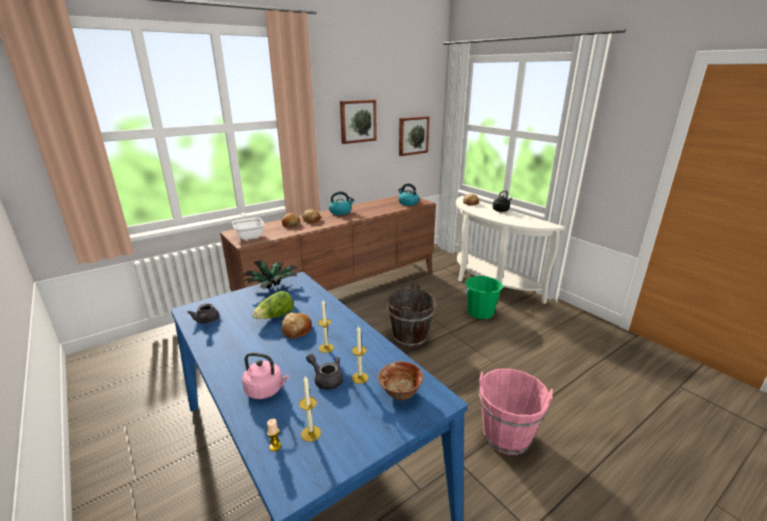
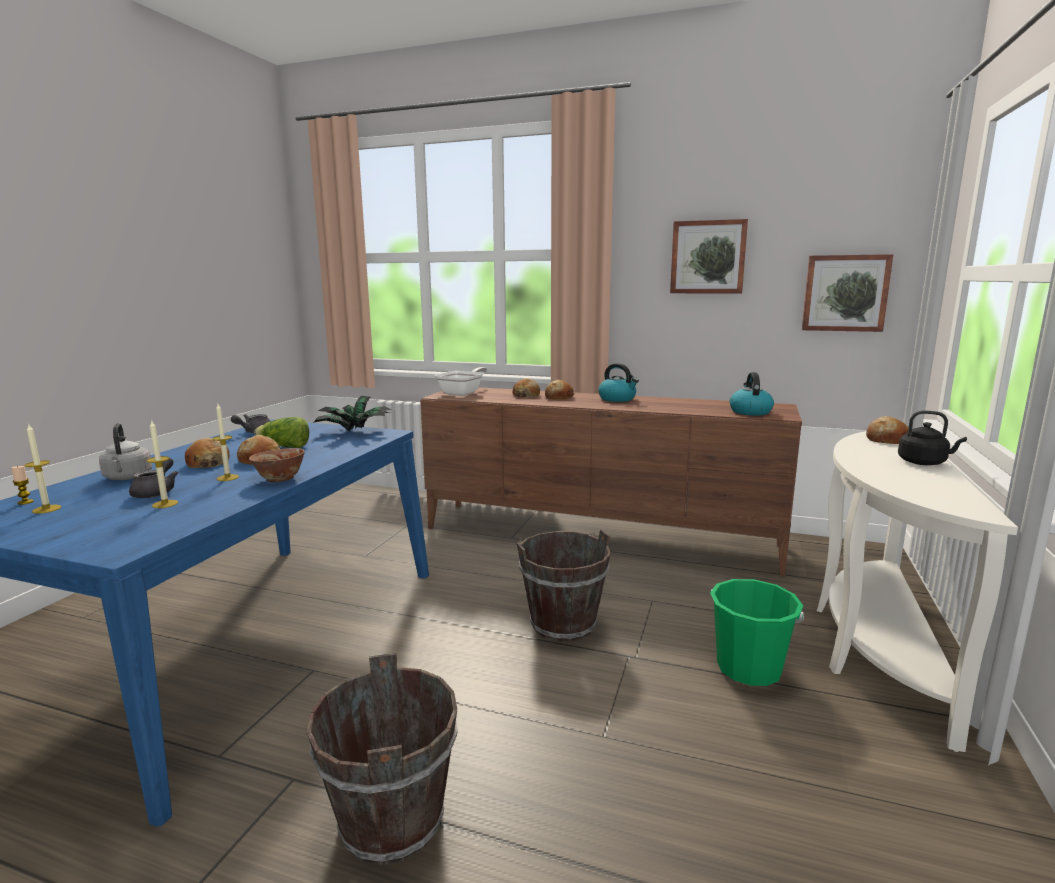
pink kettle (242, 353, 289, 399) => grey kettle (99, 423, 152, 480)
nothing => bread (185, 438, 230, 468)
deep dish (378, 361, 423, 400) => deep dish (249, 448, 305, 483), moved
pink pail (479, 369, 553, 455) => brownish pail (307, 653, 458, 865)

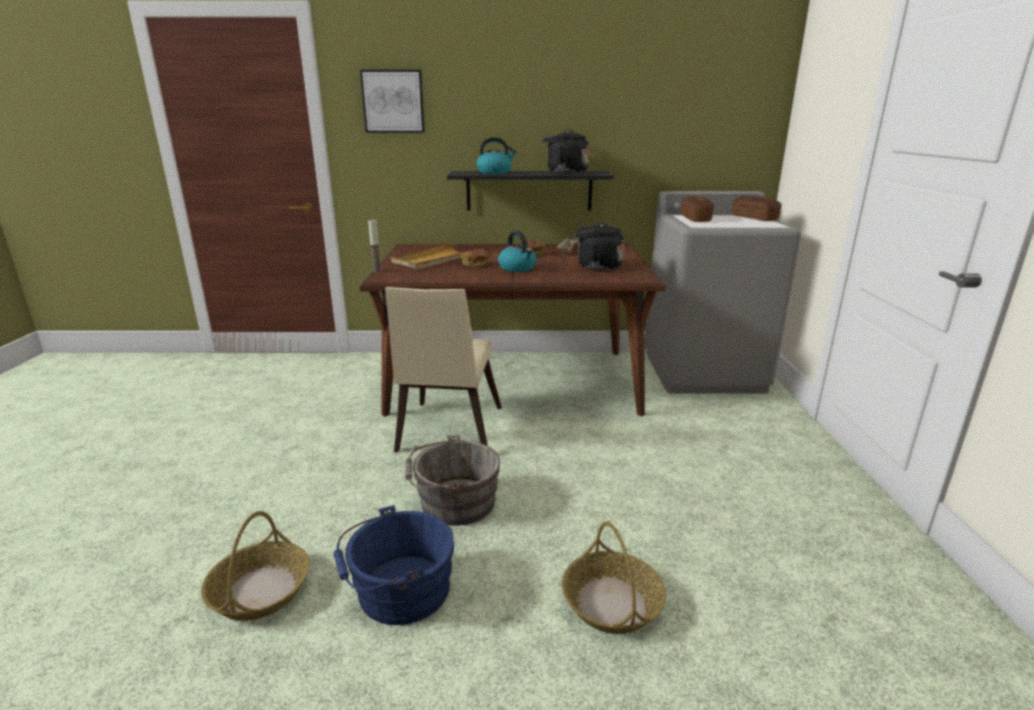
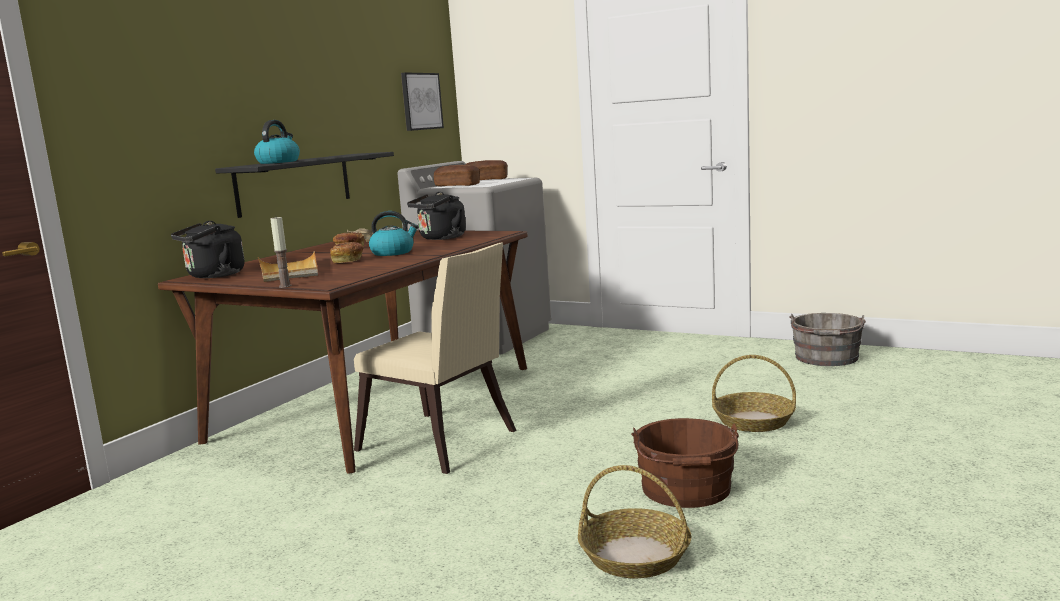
blackish kettle (541, 130, 589, 174) => blackish kettle (171, 221, 245, 278), moved
picture (360, 70, 425, 133) => picture (401, 73, 444, 131), moved
blue-coloured pail (334, 505, 454, 625) => brownish pail (631, 418, 739, 508)
grey pail (405, 434, 500, 526) => grey pail (789, 313, 866, 366), moved

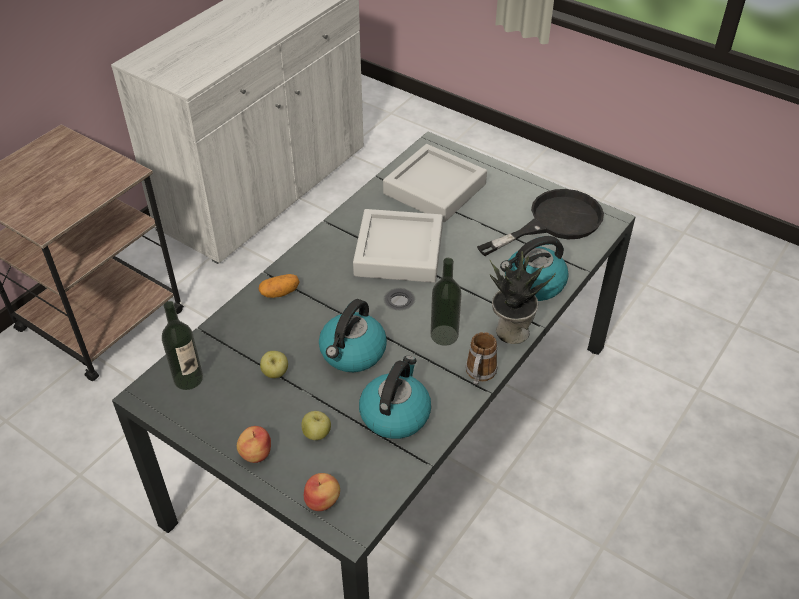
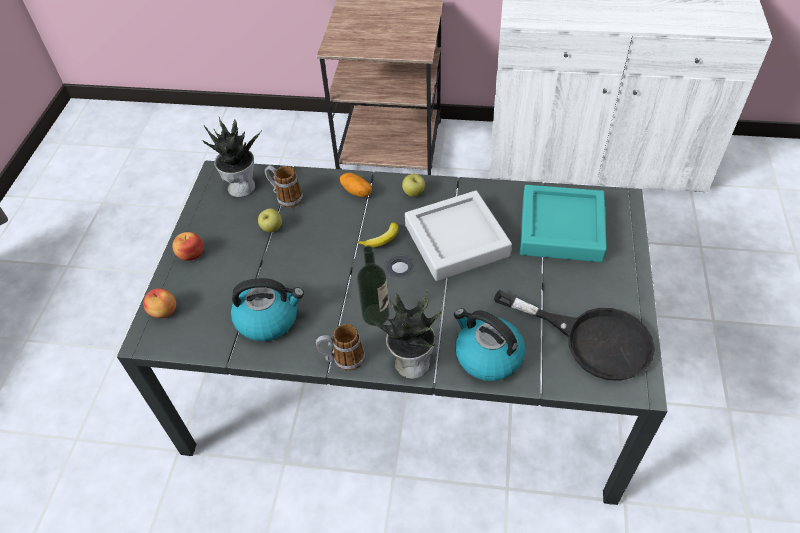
bottle (162, 301, 203, 390) => houseplant (202, 117, 262, 197)
nothing => tea mug (265, 166, 303, 208)
nothing => banana fruit (357, 222, 399, 247)
apple fruit (301, 411, 331, 440) => apple fruit (402, 174, 425, 197), moved
grey serving tray (383, 144, 487, 222) => turquoise-coloured serving tray (520, 185, 607, 262)
kettle (319, 299, 387, 372) => nothing

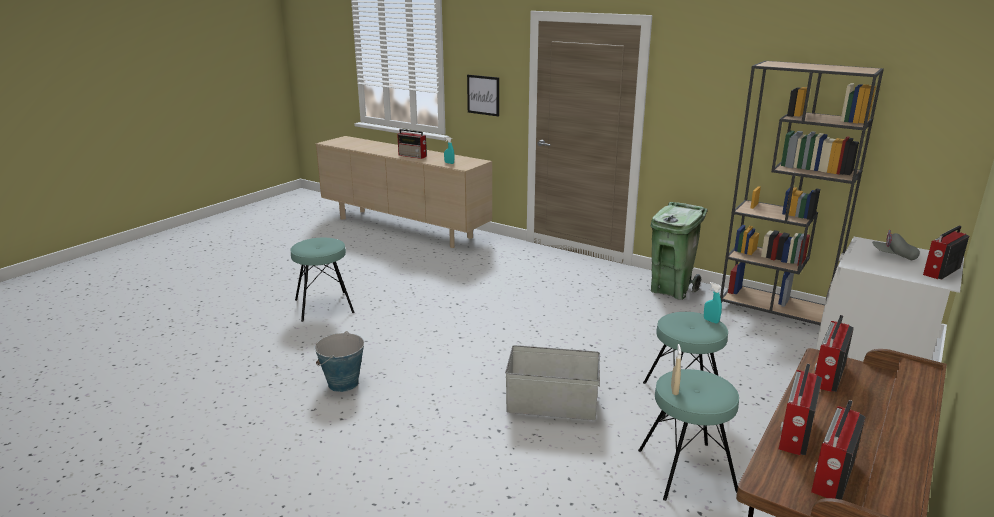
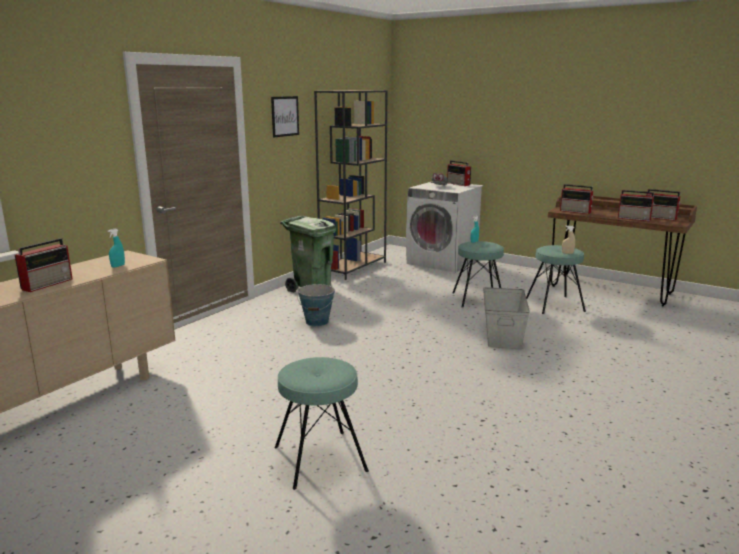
picture (467, 75, 499, 116) => picture (271, 96, 299, 137), moved
pail (315, 331, 364, 392) => pail (297, 284, 335, 326), moved

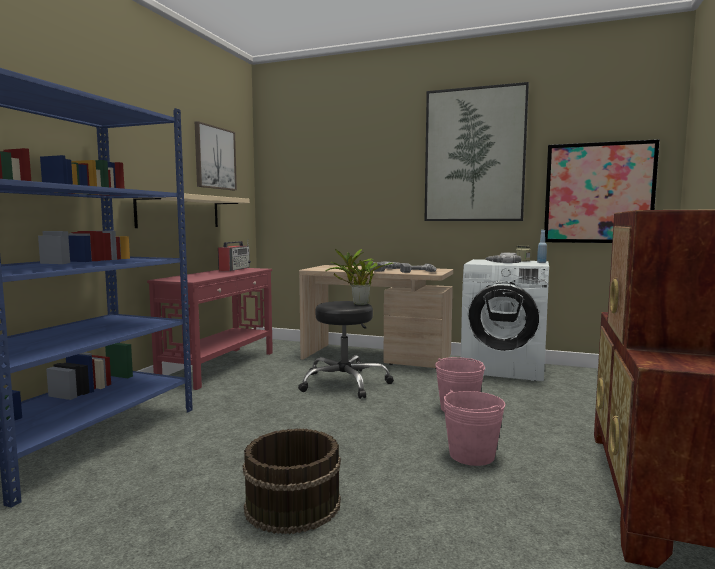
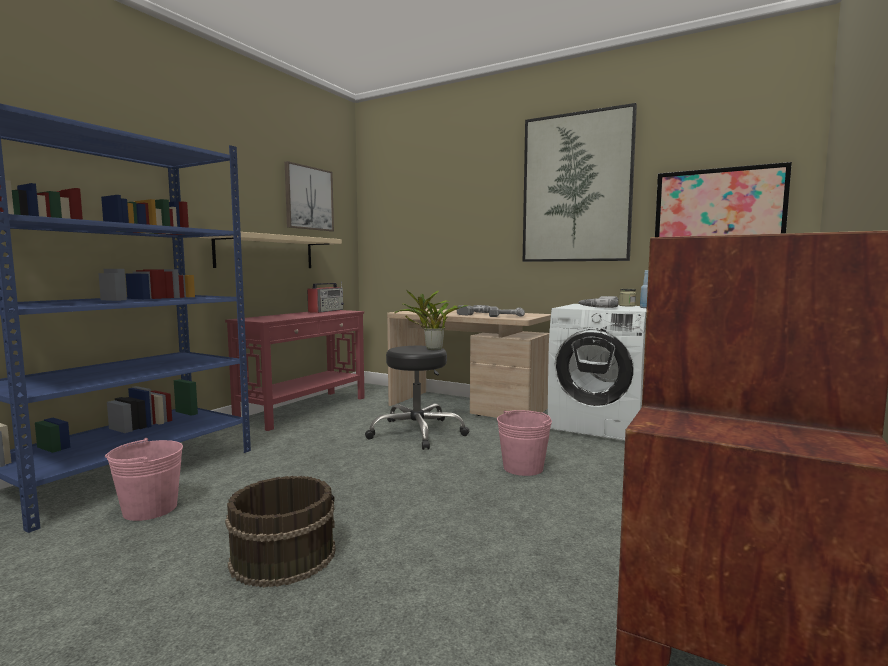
pink pail (443, 390, 505, 466) => pink pail (105, 438, 183, 521), moved

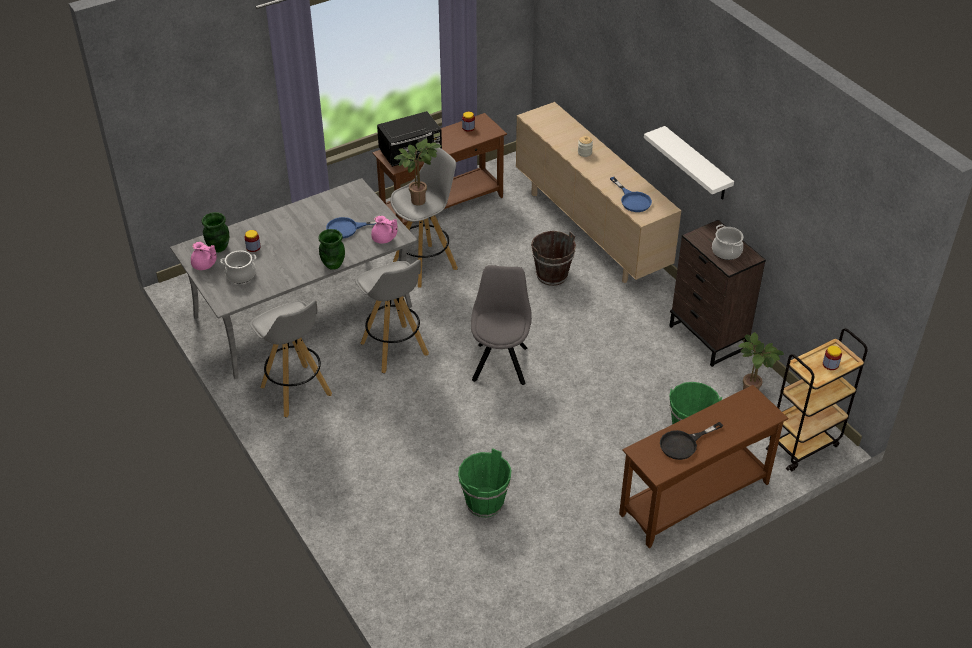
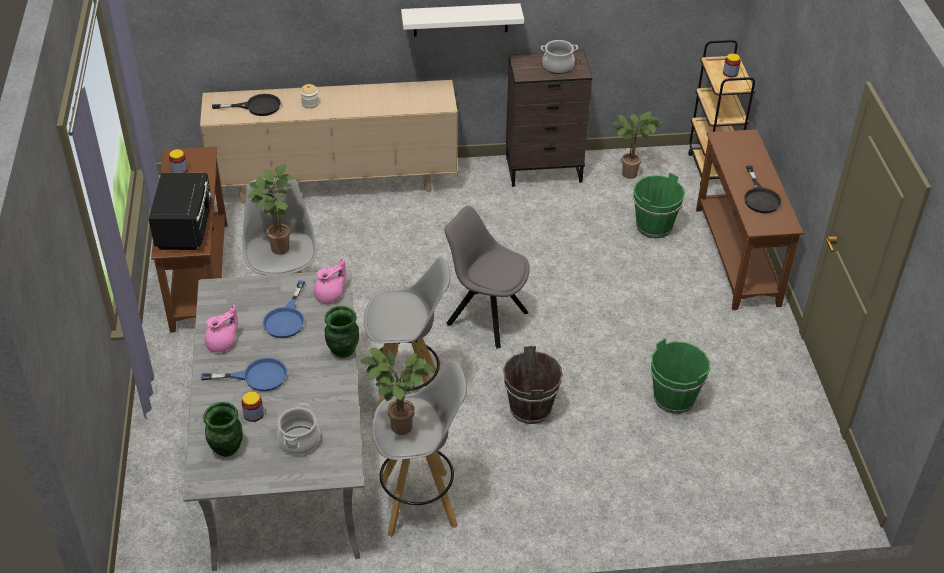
blue-coloured skillet (610, 177, 652, 212) => blue-coloured skillet (201, 358, 287, 391), moved
pink teapot (191, 242, 217, 270) => pink teapot (204, 305, 238, 352), moved
nothing => blackish skillet (212, 94, 281, 116)
nothing => houseplant (361, 348, 434, 435)
brownish pail (531, 231, 576, 286) => brownish pail (503, 346, 563, 424), moved

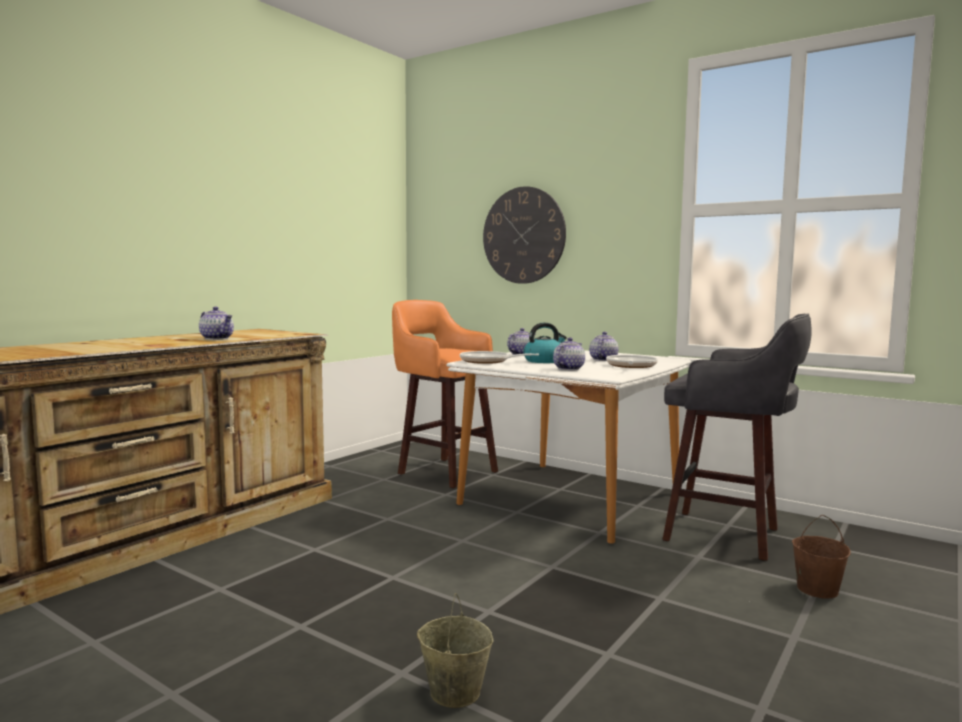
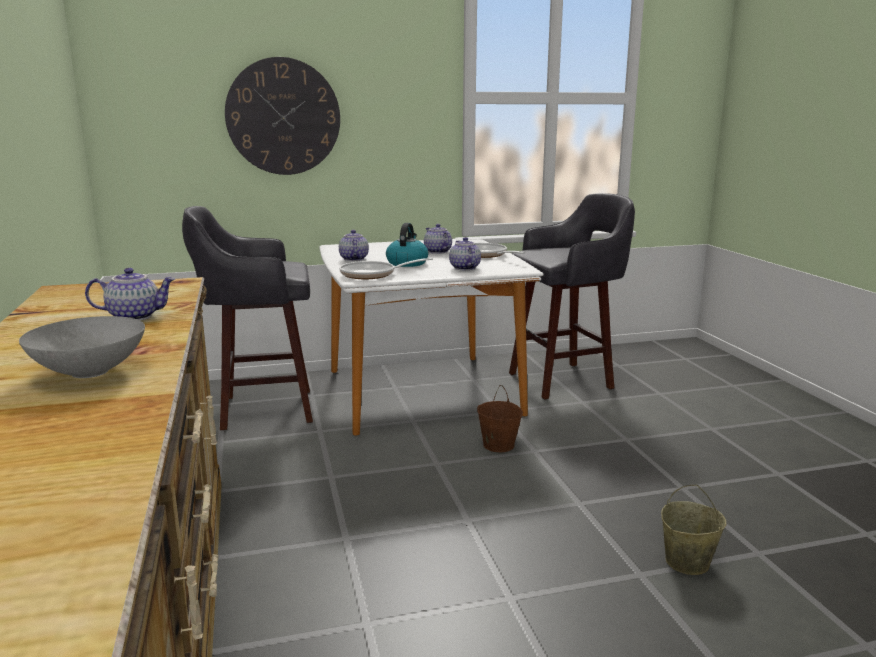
nothing => grey deep dish (19, 316, 145, 378)
orangey stool (392, 300, 498, 488) => grey stool (182, 206, 313, 430)
brownish pail (792, 515, 851, 599) => brownish pail (477, 385, 523, 452), moved

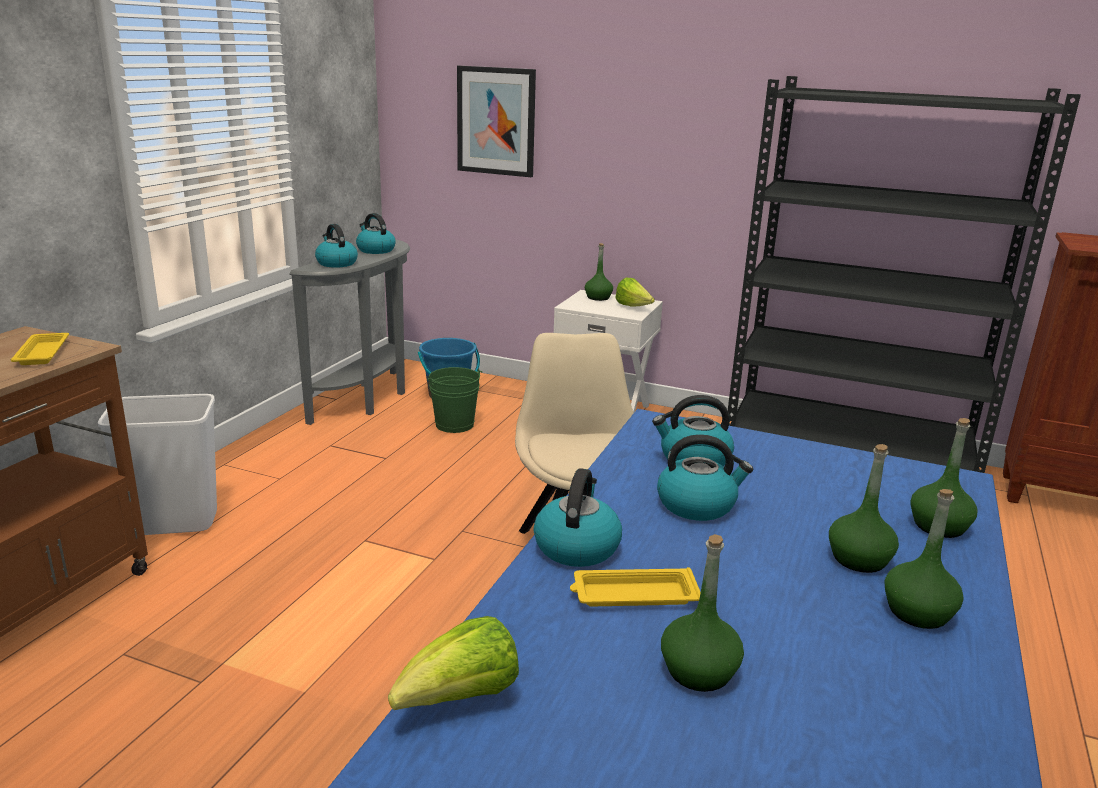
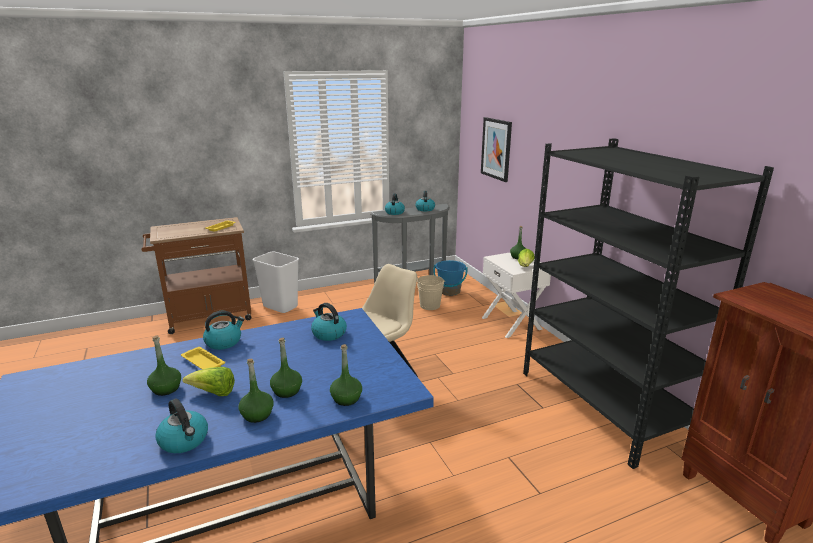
kettle (657, 435, 753, 521) => kettle (155, 399, 208, 453), moved
lettuce (388, 616, 519, 710) => lettuce (183, 367, 235, 396), moved
greenish pail (427, 367, 482, 433) => beige pail (417, 275, 445, 310)

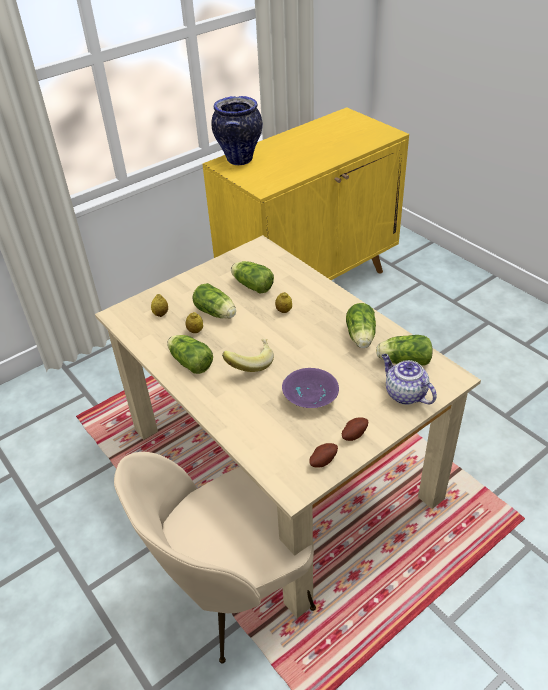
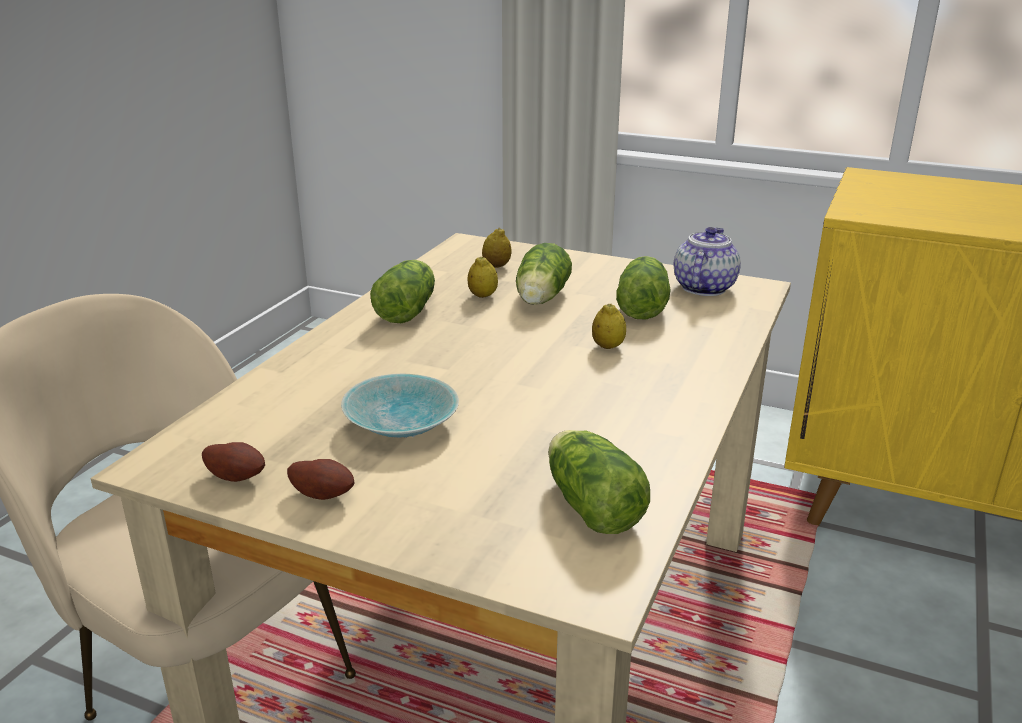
purple-coloured deep dish (282, 368, 339, 408) => turquoise-coloured deep dish (341, 374, 459, 438)
teapot (382, 354, 437, 405) => teapot (674, 227, 741, 296), moved
decorative vase (211, 96, 263, 165) => nothing
banana fruit (222, 339, 274, 372) => nothing
lettuce (346, 303, 376, 348) => nothing

